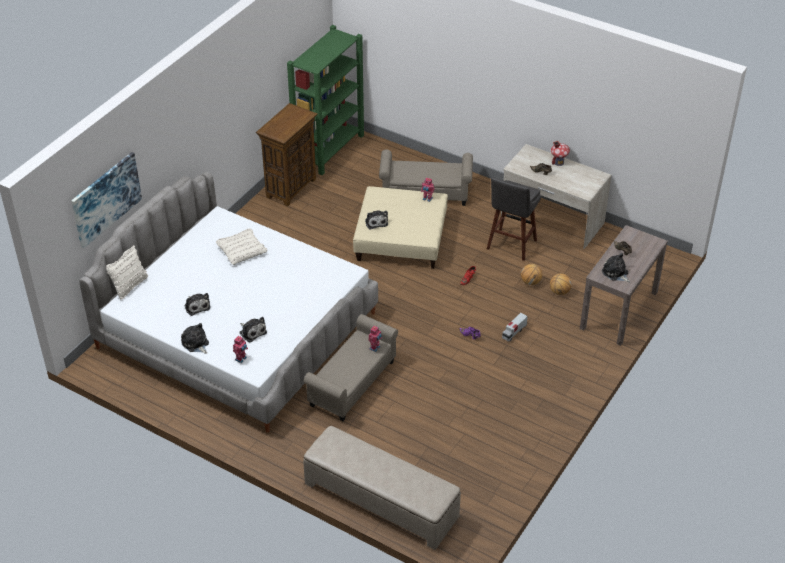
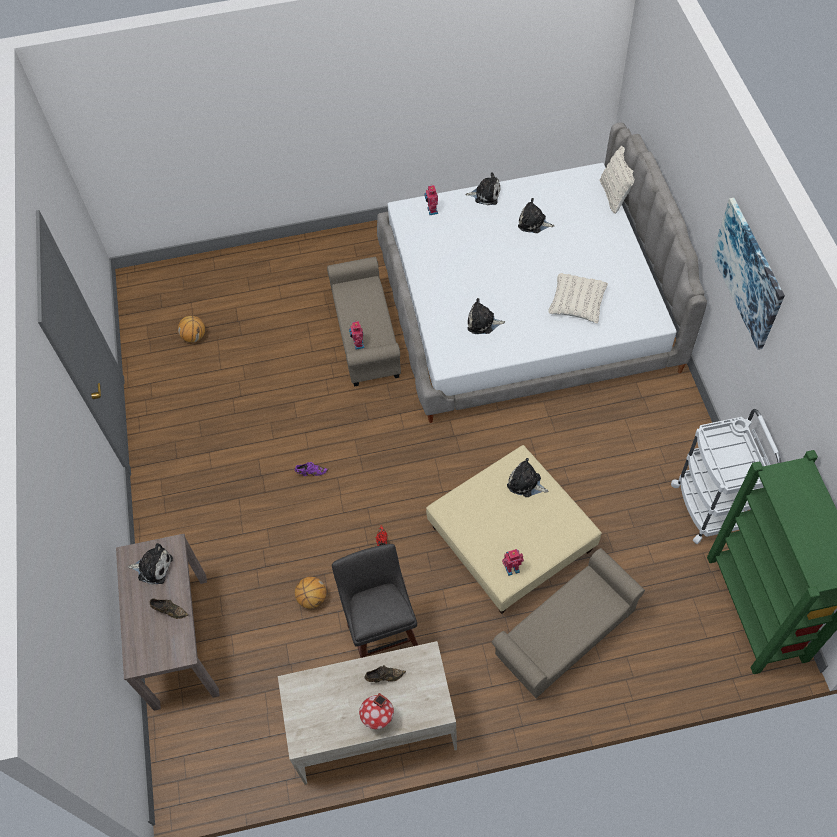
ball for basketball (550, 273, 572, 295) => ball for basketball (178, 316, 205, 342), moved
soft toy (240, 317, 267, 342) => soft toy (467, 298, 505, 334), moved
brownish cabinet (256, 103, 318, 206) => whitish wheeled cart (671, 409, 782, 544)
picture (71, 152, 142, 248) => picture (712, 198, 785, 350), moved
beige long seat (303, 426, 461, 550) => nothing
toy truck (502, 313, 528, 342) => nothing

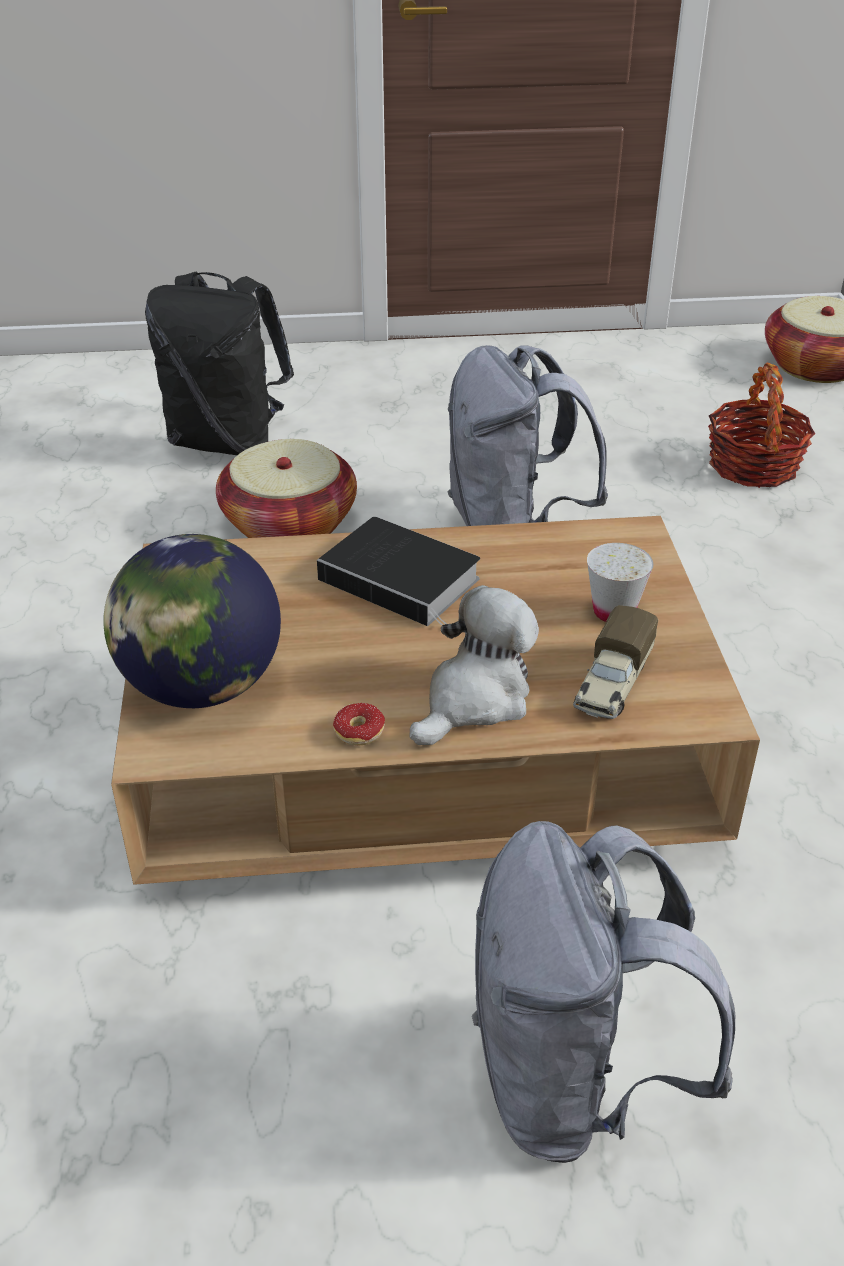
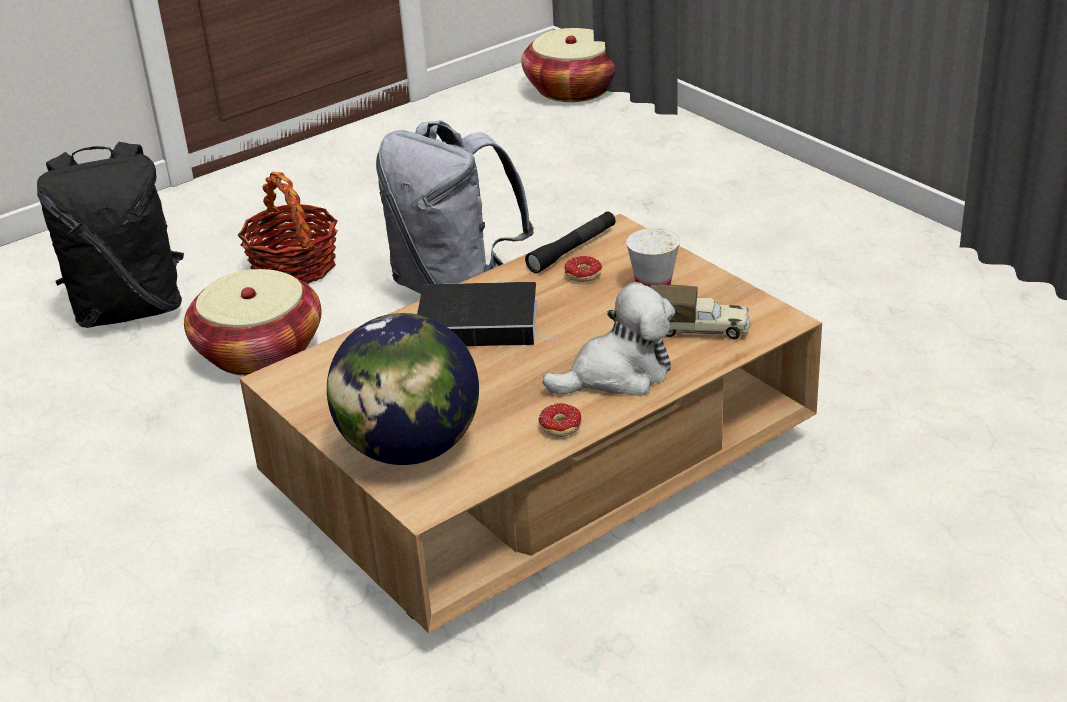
storage basket (708, 363, 815, 488) => storage basket (237, 172, 338, 284), moved
nothing => blackish flashlight (525, 211, 616, 273)
soft toy (410, 585, 539, 745) => soft toy (542, 282, 675, 396), 60 degrees clockwise
nothing => doughnut (565, 256, 602, 282)
toy truck (573, 605, 658, 719) => toy truck (650, 284, 751, 339), 75 degrees counterclockwise
grey backpack (472, 821, 735, 1163) => nothing

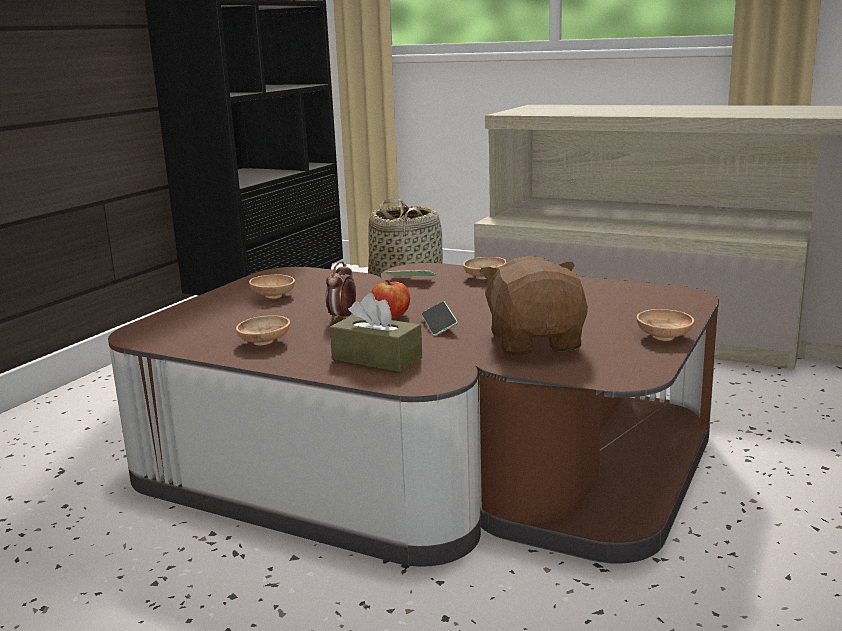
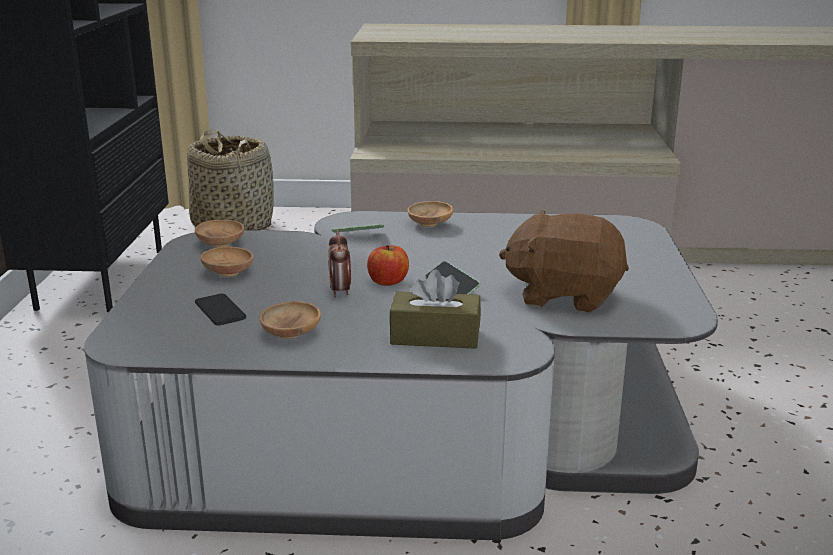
brownish lounge table (108, 263, 719, 567) => grey lounge table (84, 211, 718, 540)
brownish deep dish (637, 309, 694, 341) => brownish deep dish (195, 220, 244, 248), moved
nothing => telephone (195, 294, 246, 325)
brownish soft toy (480, 256, 588, 356) => brownish soft toy (499, 210, 629, 312), 45 degrees counterclockwise

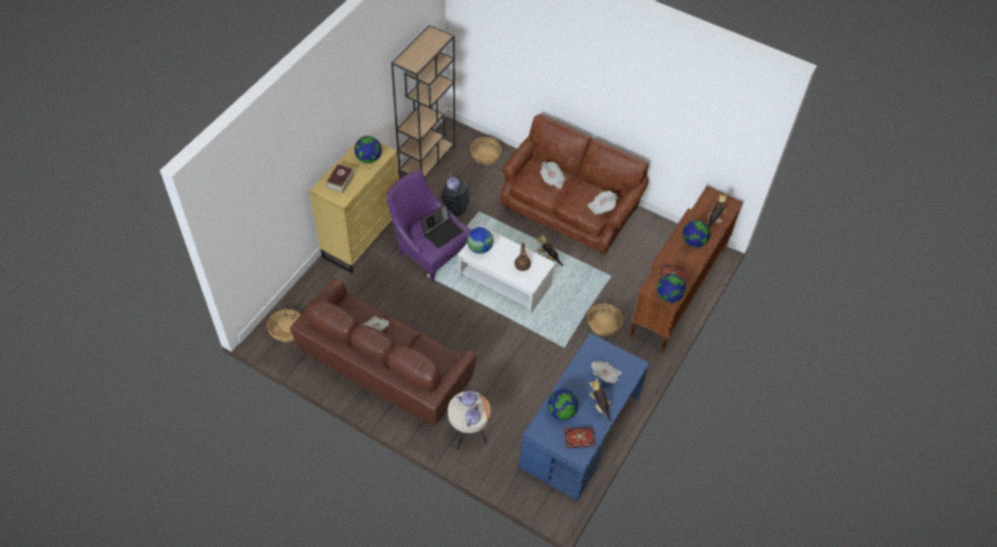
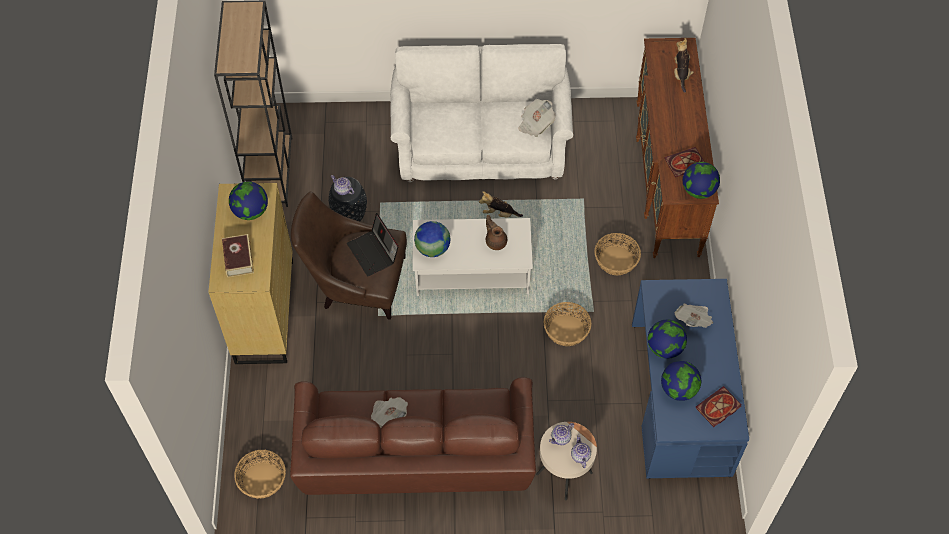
purple-coloured armchair (386, 170, 471, 282) => brownish armchair (291, 192, 407, 320)
portable computer (421, 203, 463, 249) => portable computer (347, 213, 399, 276), 135 degrees clockwise
brownish settee (500, 114, 649, 255) => whitish settee (390, 44, 573, 182)
storage basket (470, 137, 502, 165) => storage basket (544, 302, 591, 346), moved
globe (683, 220, 711, 248) => globe (648, 320, 687, 359), moved
newspaper (540, 162, 566, 189) => nothing
soft toy (589, 378, 612, 422) => nothing

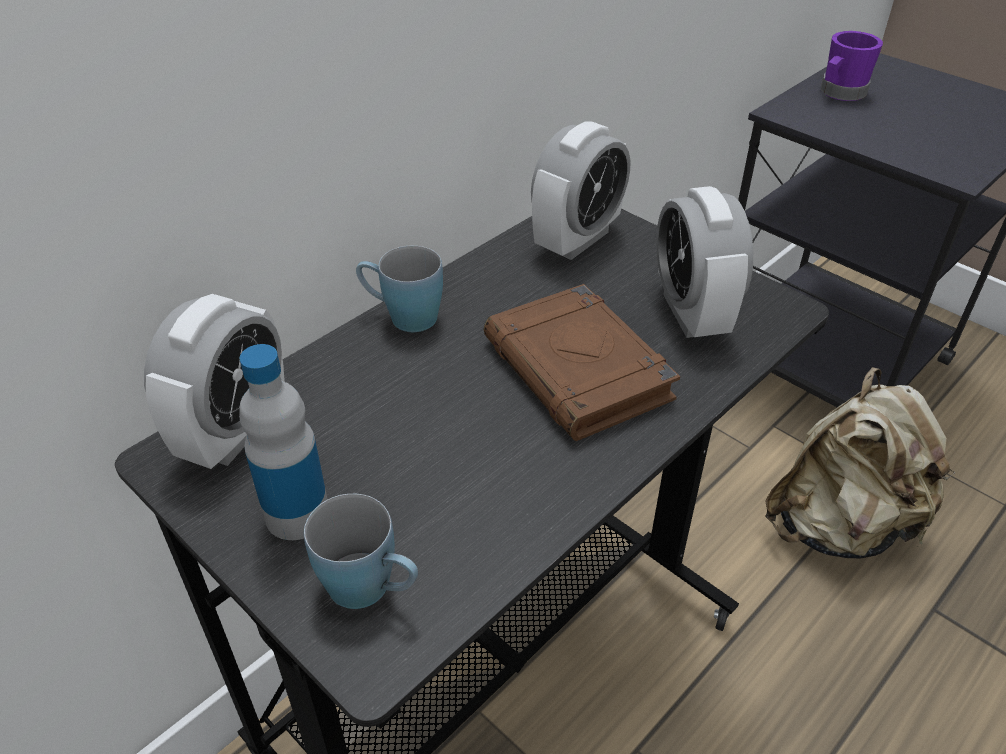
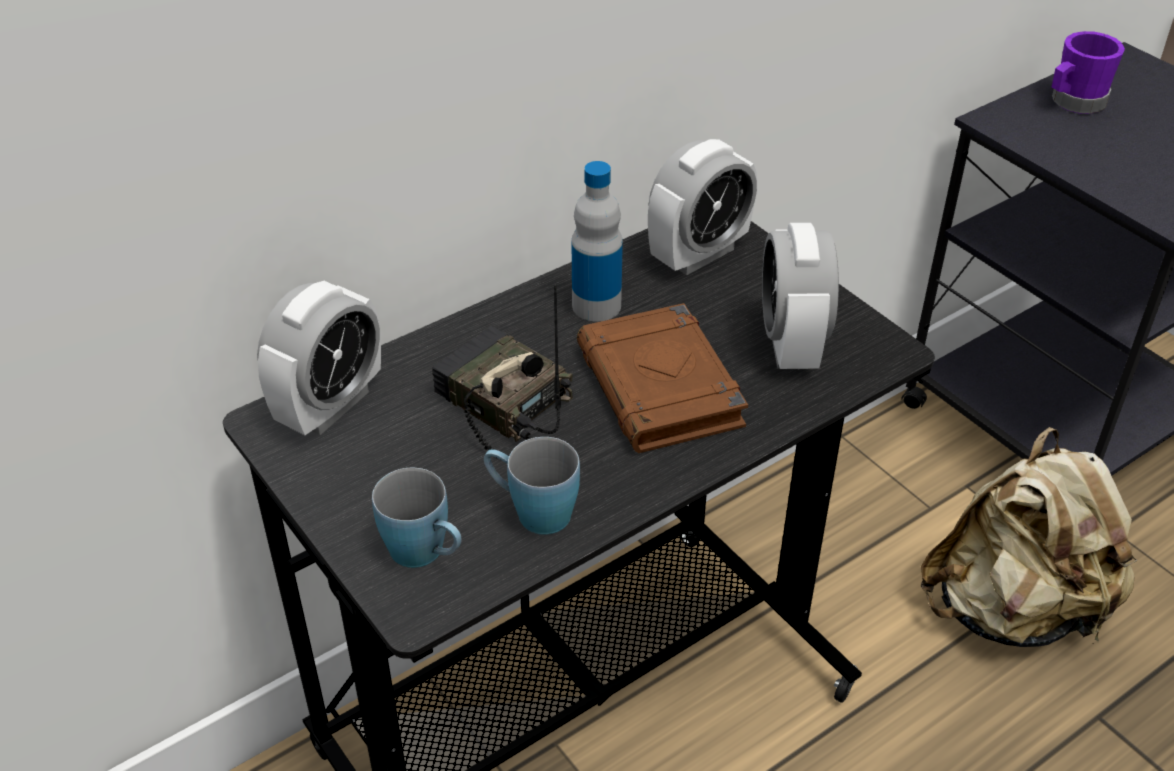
nothing => radio receiver (432, 284, 573, 456)
blue-coloured tea mug (356, 246, 443, 332) => blue-coloured tea mug (484, 437, 580, 535), moved
bottle (239, 344, 328, 540) => bottle (572, 161, 623, 322), moved

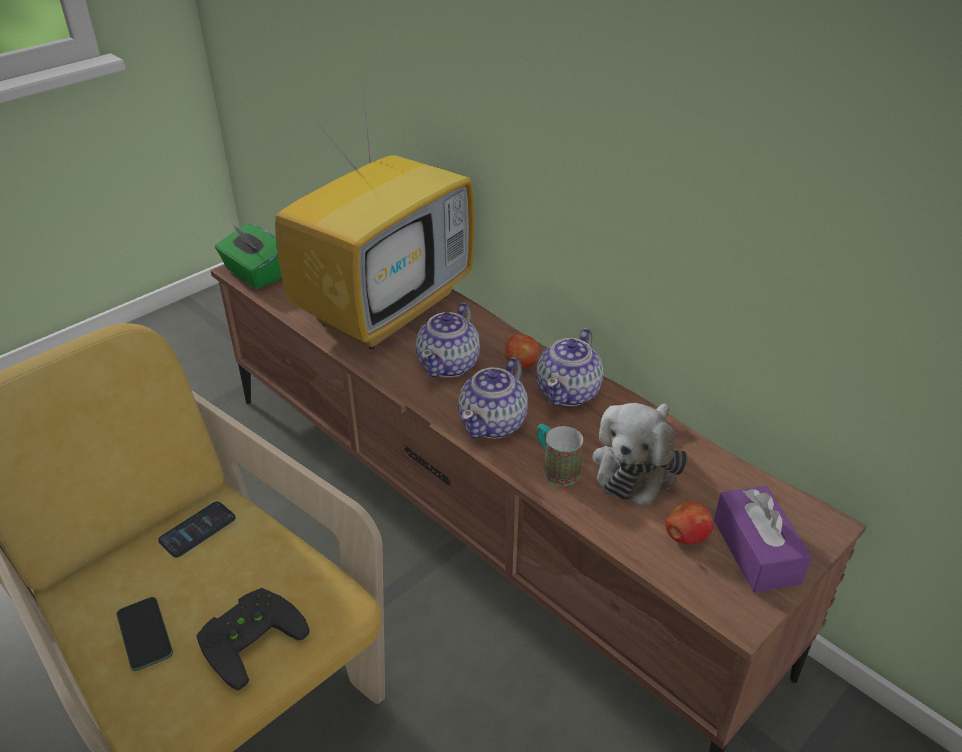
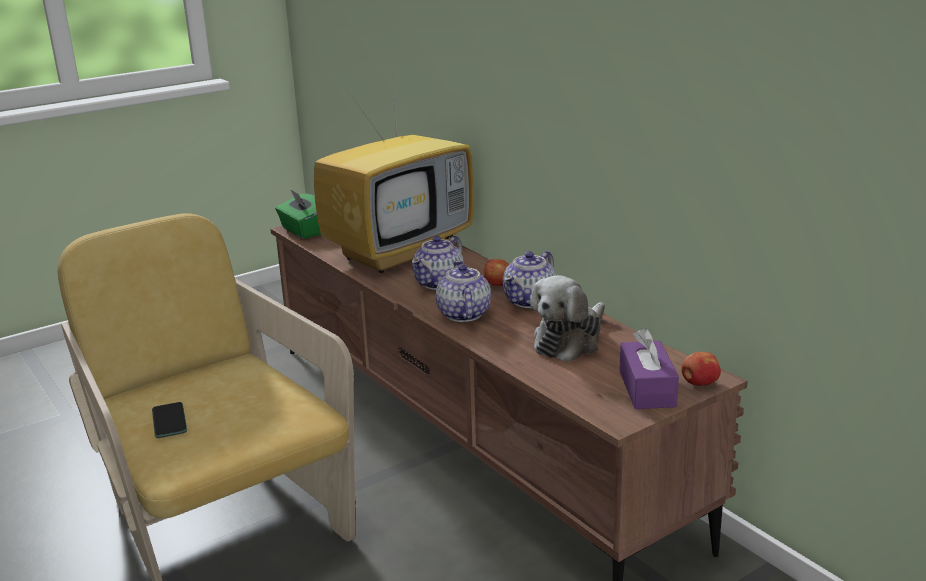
teapot (458, 357, 528, 439) => teapot (436, 261, 491, 322), 135 degrees clockwise
apple fruit (665, 502, 713, 544) => apple fruit (681, 352, 721, 386), moved
telephone (158, 501, 236, 558) => nothing
blackish joypad (196, 588, 309, 690) => nothing
tea mug (537, 424, 583, 486) => nothing

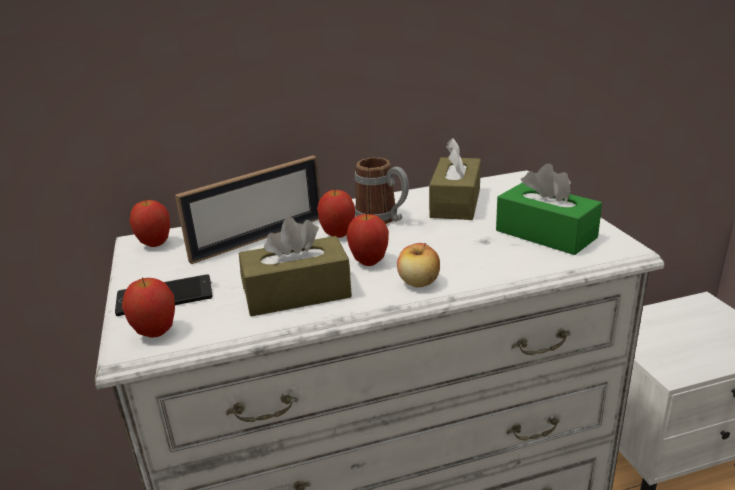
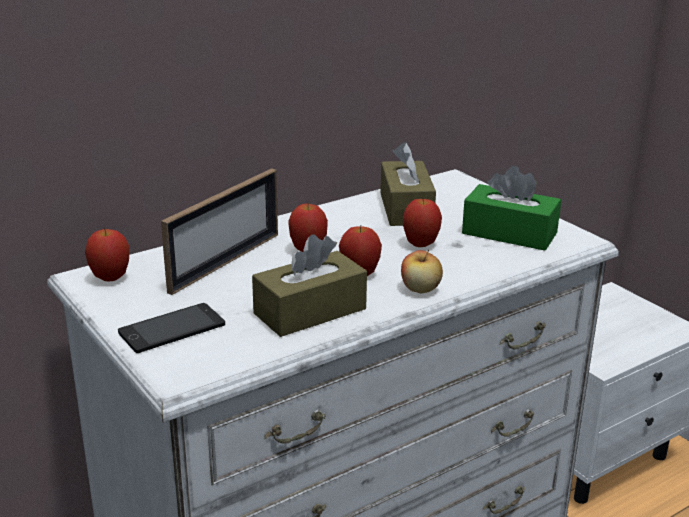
apple fruit (122, 277, 175, 337) => apple fruit (403, 197, 442, 247), moved
tea mug (355, 157, 409, 224) => nothing

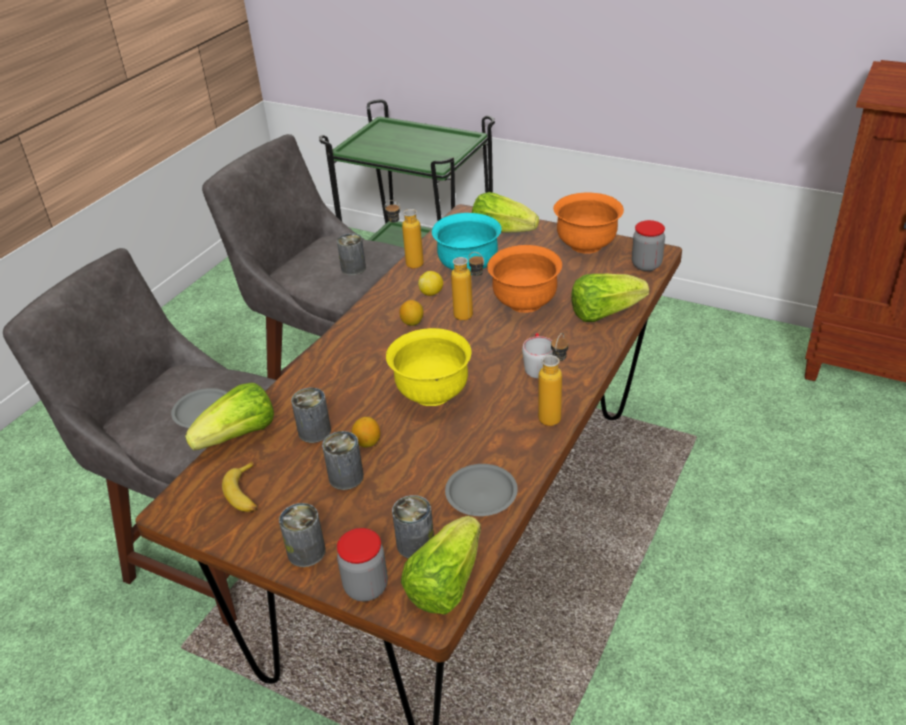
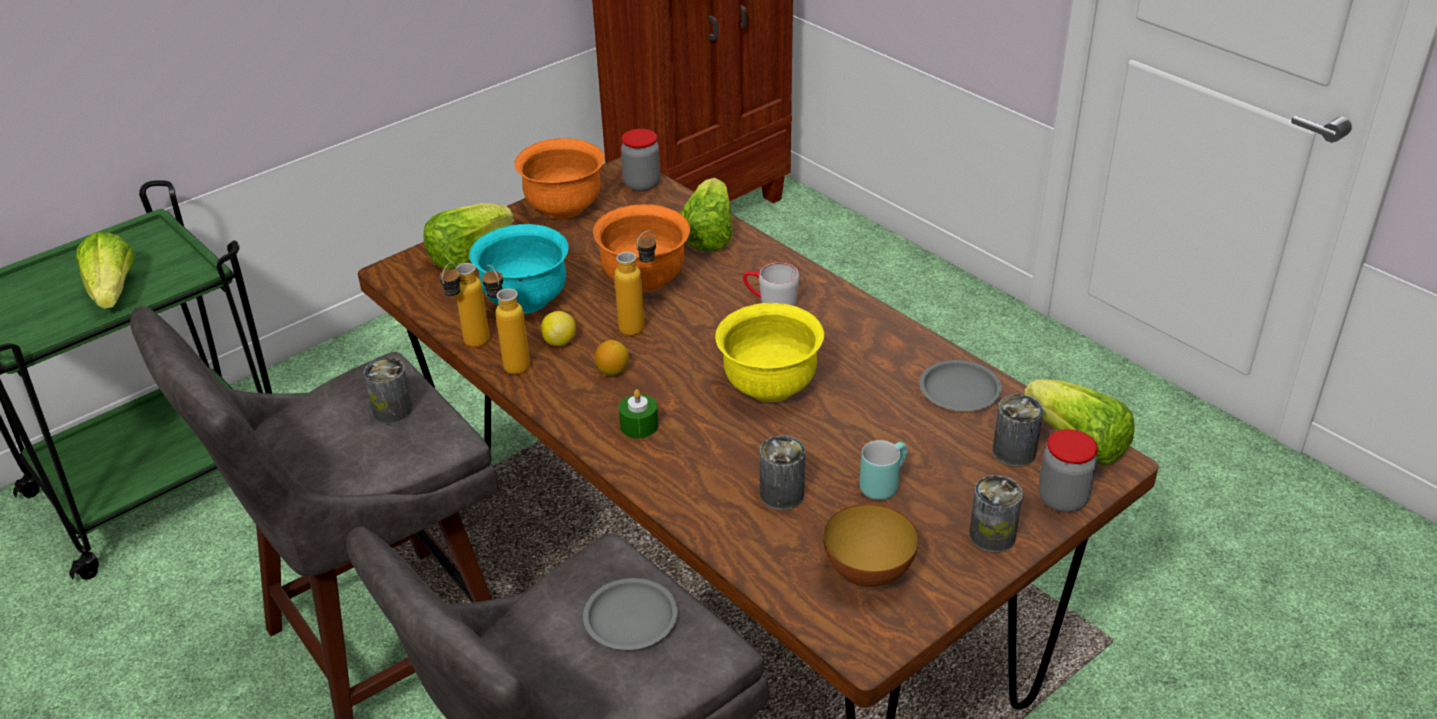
lettuce (185, 383, 274, 450) => lettuce (76, 232, 135, 309), moved
bottle (538, 333, 568, 426) => bottle (482, 265, 530, 374), moved
nothing => greenish wax light (619, 390, 659, 438)
banana fruit (222, 461, 257, 512) => deep dish (823, 504, 919, 587)
sealed can (322, 431, 364, 490) => turquoise-coloured tea mug (859, 440, 907, 500)
lemon (352, 417, 380, 448) => nothing

